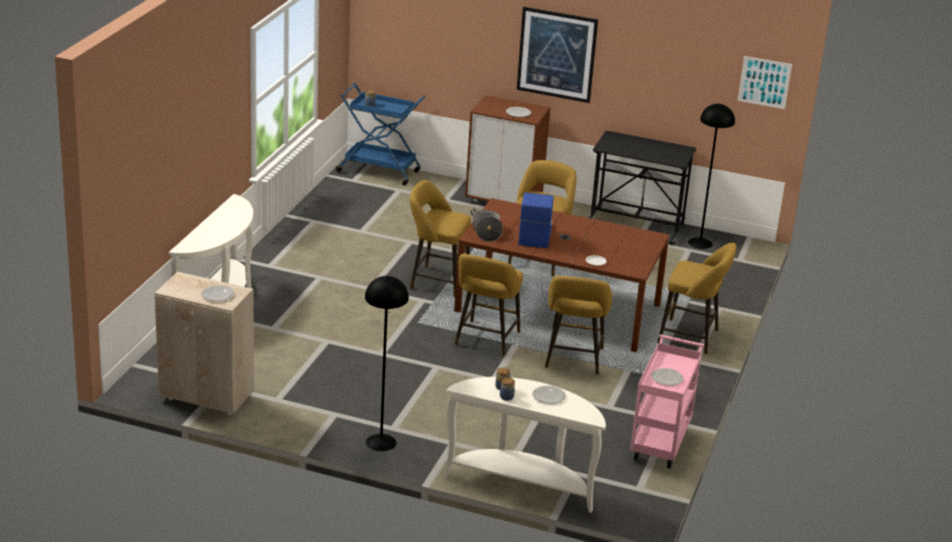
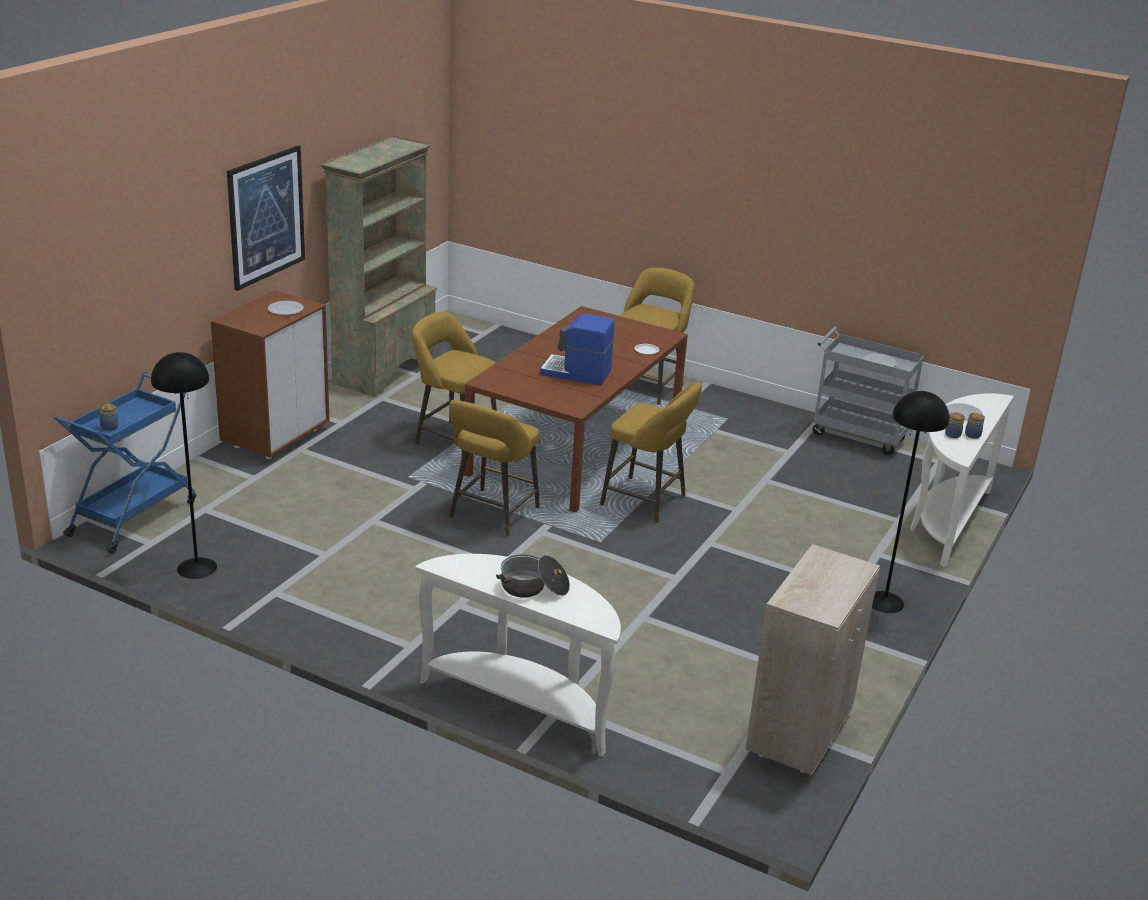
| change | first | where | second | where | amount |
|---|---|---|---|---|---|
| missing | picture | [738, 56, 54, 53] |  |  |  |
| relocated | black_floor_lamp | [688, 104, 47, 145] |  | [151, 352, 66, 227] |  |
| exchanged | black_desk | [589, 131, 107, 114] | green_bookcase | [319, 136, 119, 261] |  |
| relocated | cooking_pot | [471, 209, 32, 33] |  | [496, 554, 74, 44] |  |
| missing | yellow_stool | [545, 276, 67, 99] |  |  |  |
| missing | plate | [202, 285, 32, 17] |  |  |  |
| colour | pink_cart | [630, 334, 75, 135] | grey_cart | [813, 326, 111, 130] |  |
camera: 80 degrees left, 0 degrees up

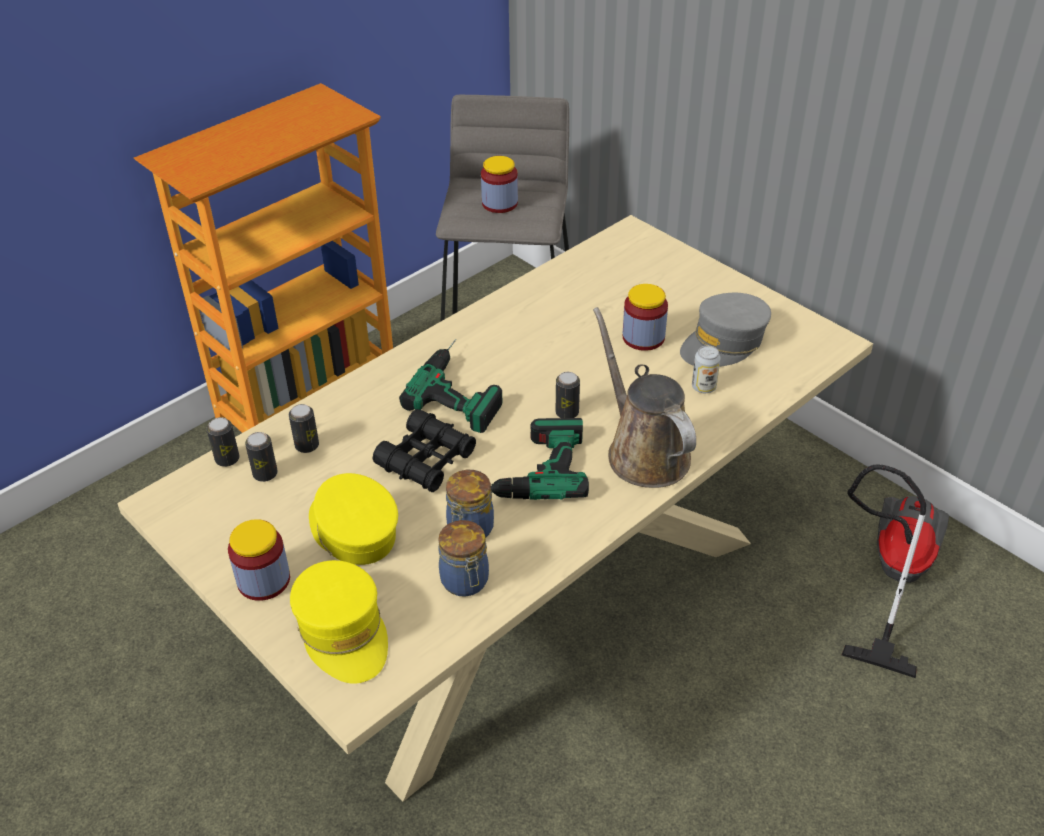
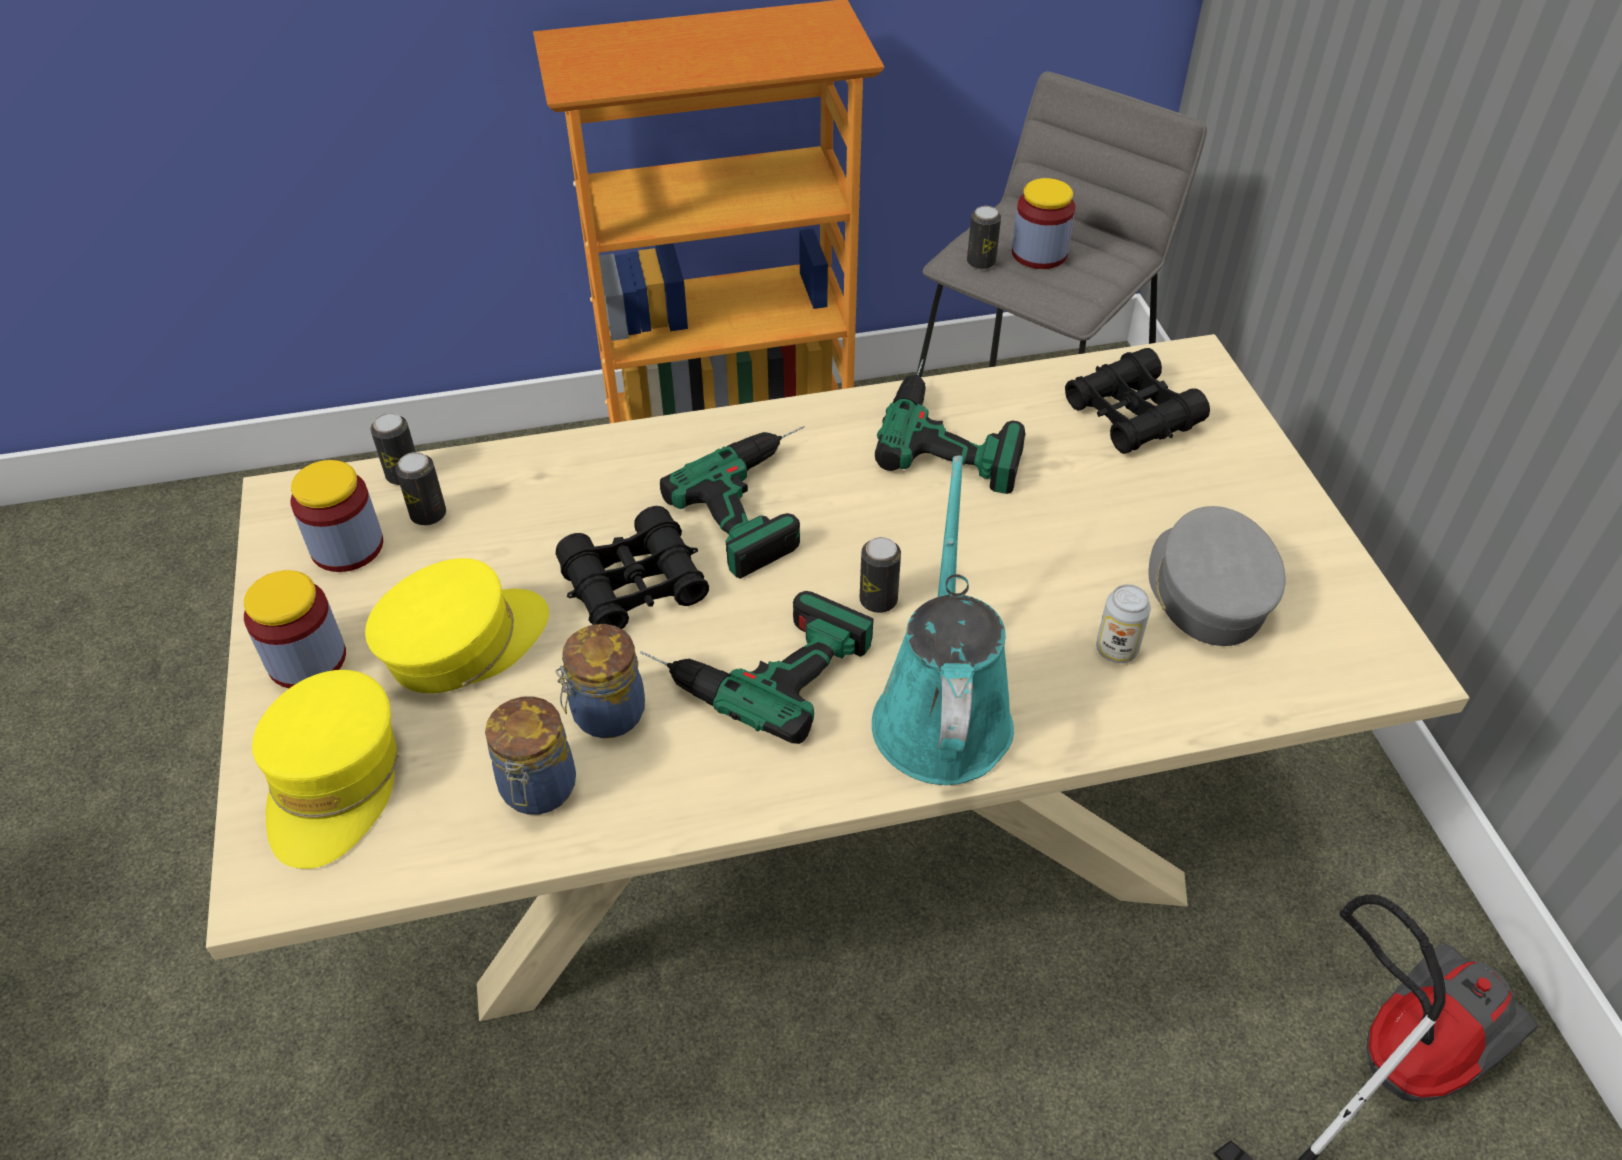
| change | first | where | second | where | amount |
|---|---|---|---|---|---|
| relocated | jar | [623, 284, 45, 67] |  | [290, 460, 93, 112] |  |
| spun | grey_cap | [680, 293, 91, 74] |  | [1148, 506, 138, 140] | 90 degrees clockwise |
| colour | brown_watering_can | [593, 307, 103, 181] | turquoise_watering_can | [872, 456, 142, 329] |  |
| relocated | can | [289, 404, 30, 49] |  | [967, 206, 34, 63] |  |
| spun | yellow_cap | [309, 473, 89, 92] |  | [365, 558, 184, 135] | 60 degrees clockwise |
| appeared |  |  | black_binoculars | [1065, 348, 145, 106] |  |
| appeared |  |  | power_drill | [875, 359, 151, 135] |  |
camera: 30 degrees right, 5 degrees up

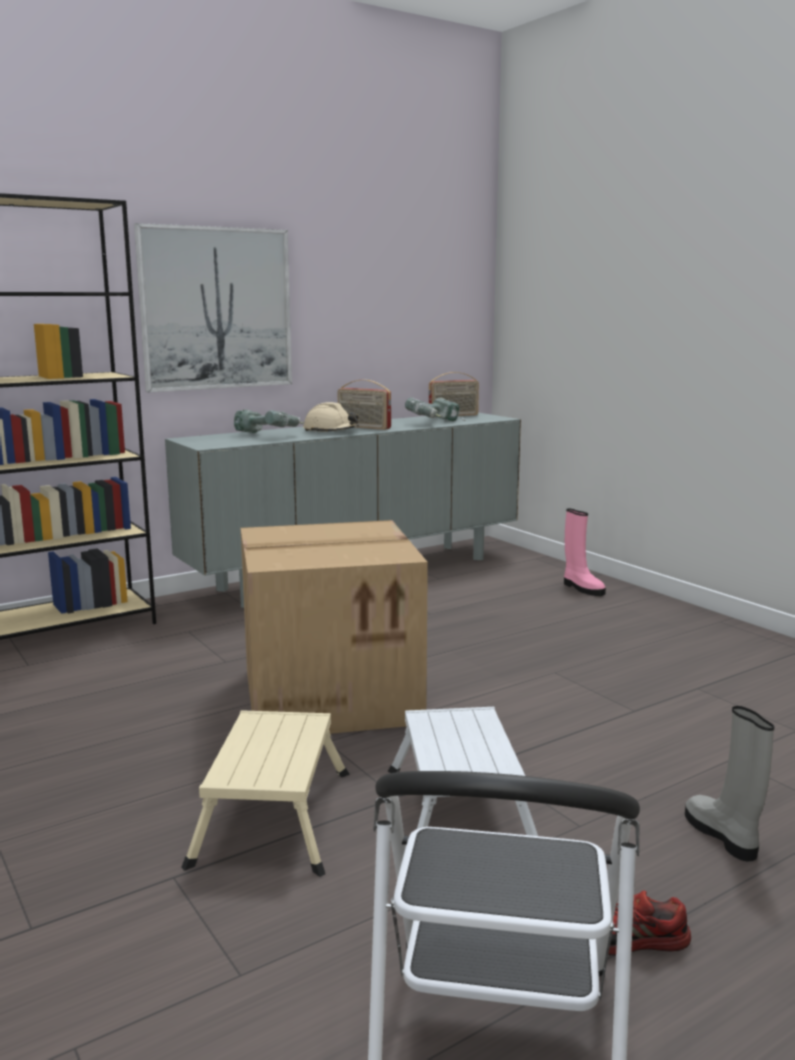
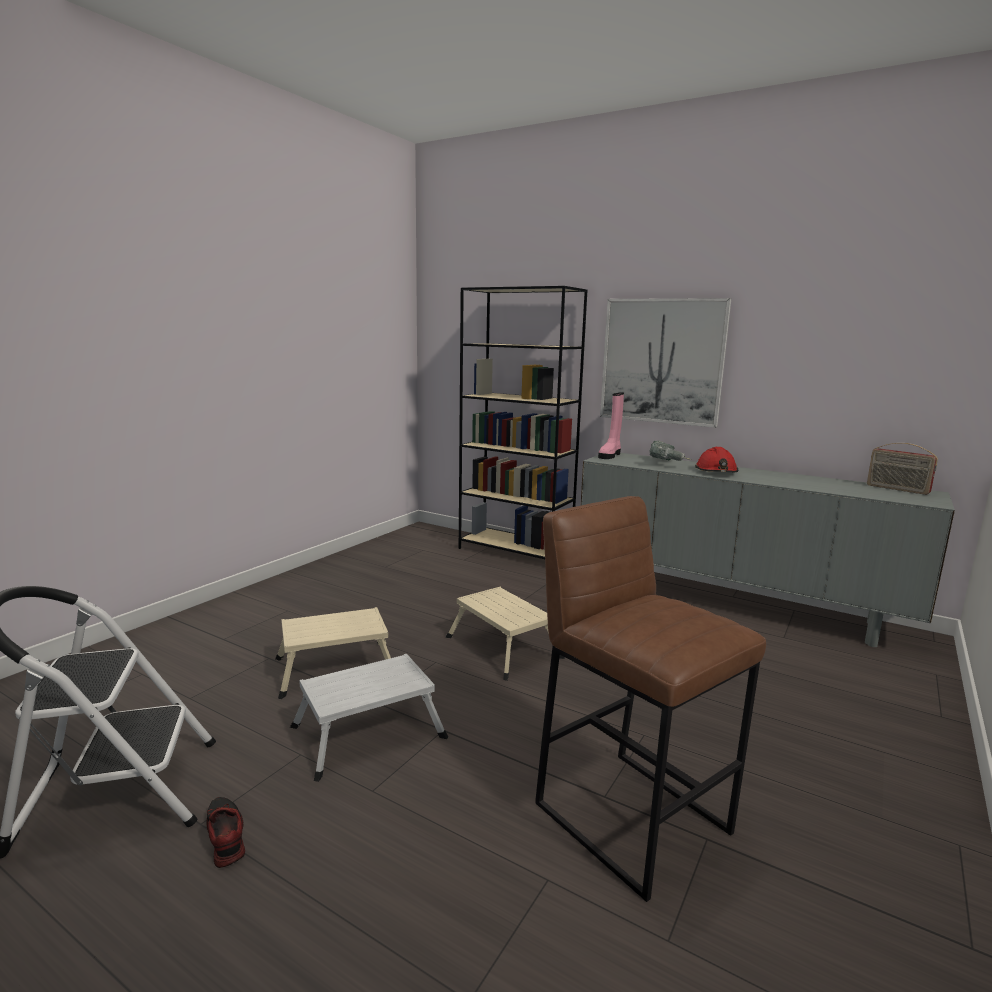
| change | first | where | second | where | amount |
|---|---|---|---|---|---|
| missing | radio | [338, 380, 53, 50] |  |  |  |
| missing | power_drill | [405, 397, 60, 24] |  |  |  |
| colour | beige_hard_hat | [303, 402, 56, 31] | red_hard_hat | [695, 447, 43, 25] |  |
| relocated | pink_boot | [564, 508, 42, 88] |  | [598, 393, 26, 66] |  |
| exchanged | cardboard_box | [241, 520, 187, 214] | beige_step_ladder | [445, 587, 120, 94] |  |
| missing | grey_boot | [685, 706, 89, 155] |  |  |  |
| appeared |  |  | brown_stool | [535, 496, 231, 406] |  |
camera: 65 degrees right, 0 degrees up

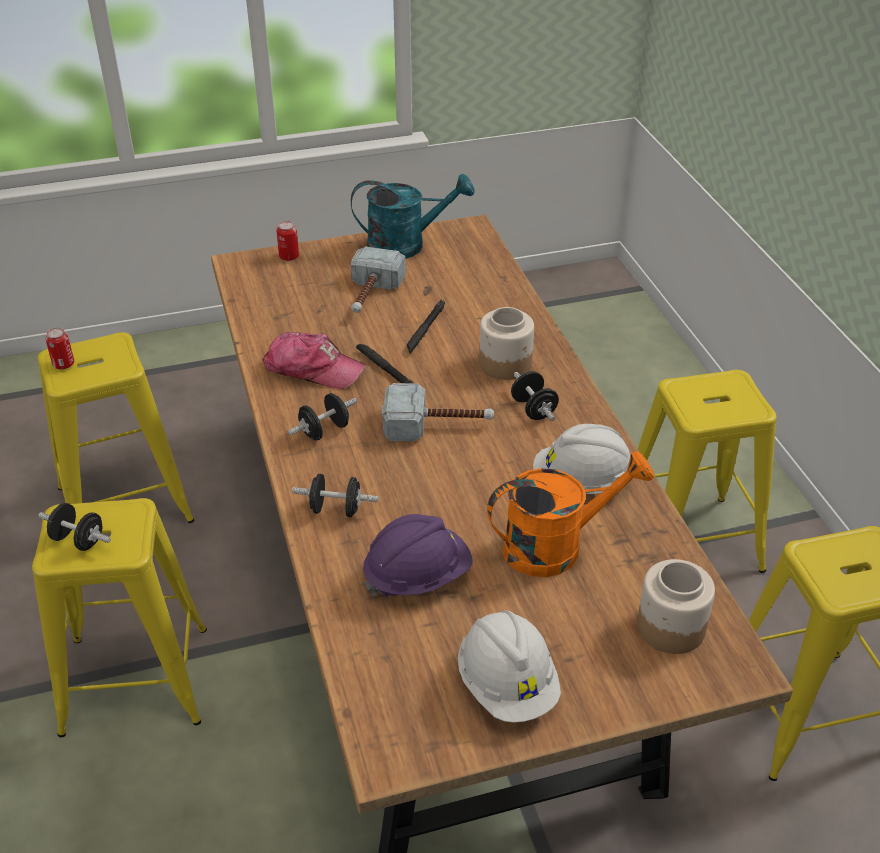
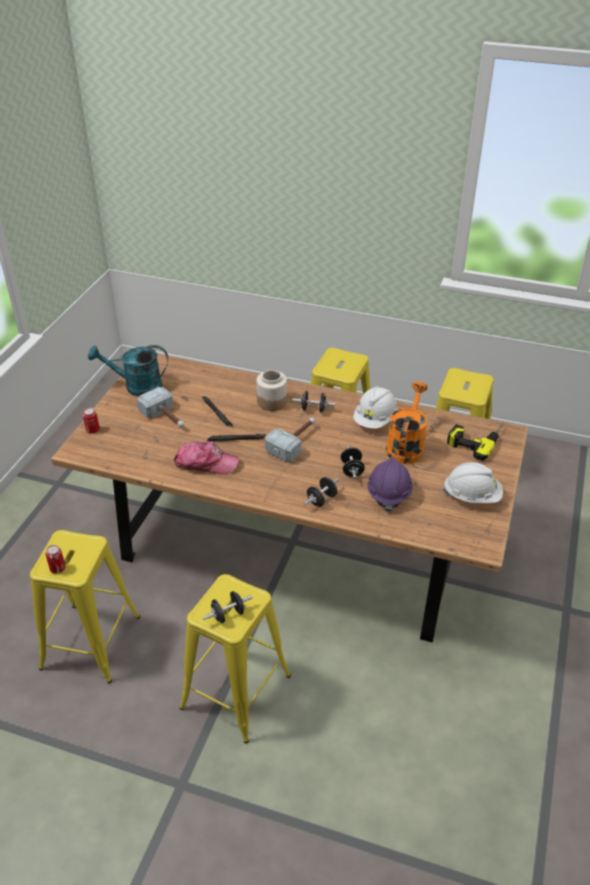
| change | first | where | second | where | amount |
|---|---|---|---|---|---|
| spun | turquoise_watering_can | [351, 173, 123, 86] |  | [88, 345, 80, 51] | 120 degrees counterclockwise |
| spun | cap | [263, 332, 103, 57] |  | [174, 441, 65, 33] | 45 degrees clockwise |
| relocated | black_dumbbell | [288, 393, 69, 48] |  | [341, 446, 24, 33] |  |
| exchanged | jar | [637, 559, 78, 95] | power_drill | [447, 423, 57, 38] |  |
camera: 55 degrees left, 0 degrees up

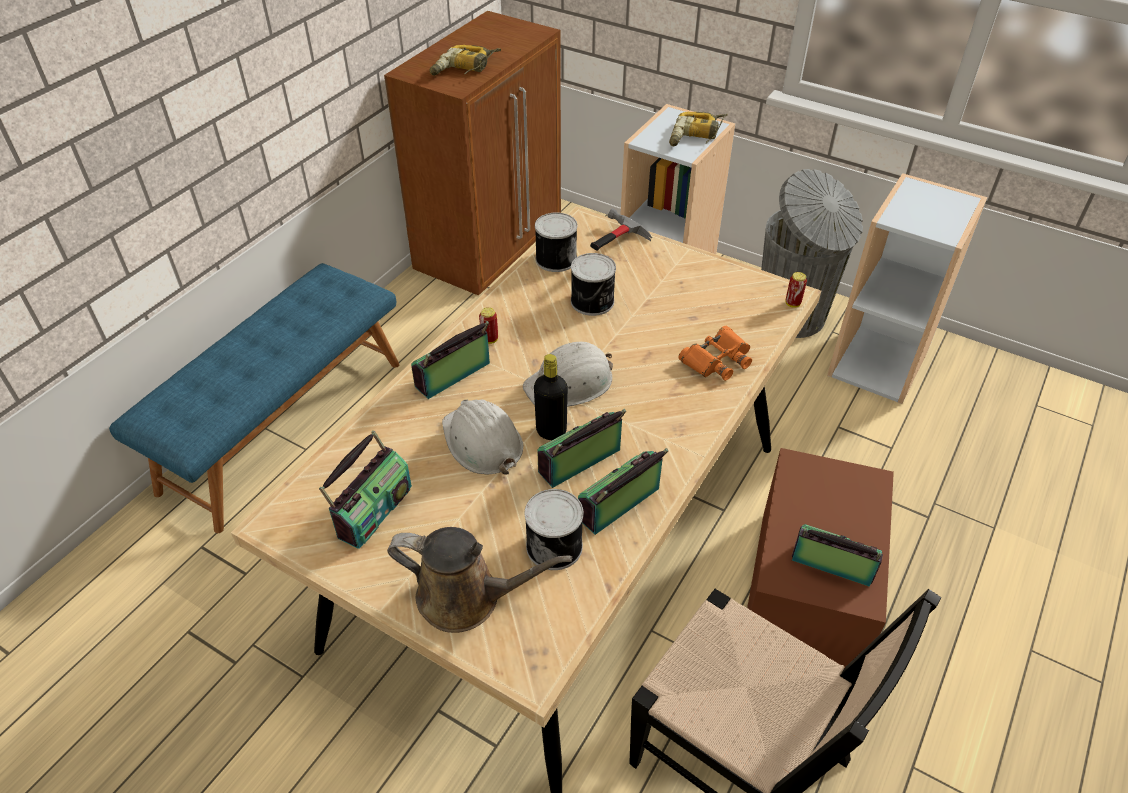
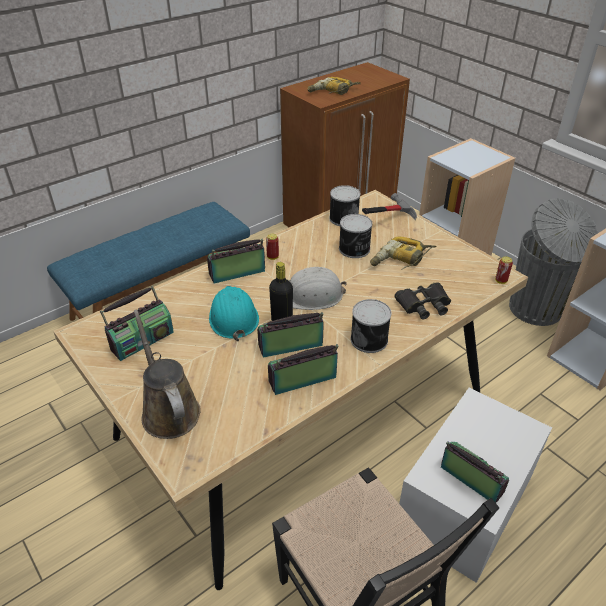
| change | first | where | second | where | amount |
|---|---|---|---|---|---|
| relocated | power_drill | [669, 112, 59, 34] |  | [370, 237, 66, 33] |  |
| colour | orange_binoculars | [678, 326, 74, 55] | black_binoculars | [394, 282, 57, 38] |  |
| colour | white_hard_hat | [442, 400, 81, 75] | turquoise_hard_hat | [209, 286, 50, 55] |  |
| colour | brown_storage_box | [747, 448, 147, 220] | white_storage_box | [399, 388, 153, 195] |  |
| relocated | can | [525, 489, 58, 81] |  | [351, 299, 40, 54] |  |
| spun | brown_watering_can | [387, 527, 185, 106] |  | [134, 310, 67, 129] | 150 degrees counterclockwise |
camera: 20 degrees right, 5 degrees down

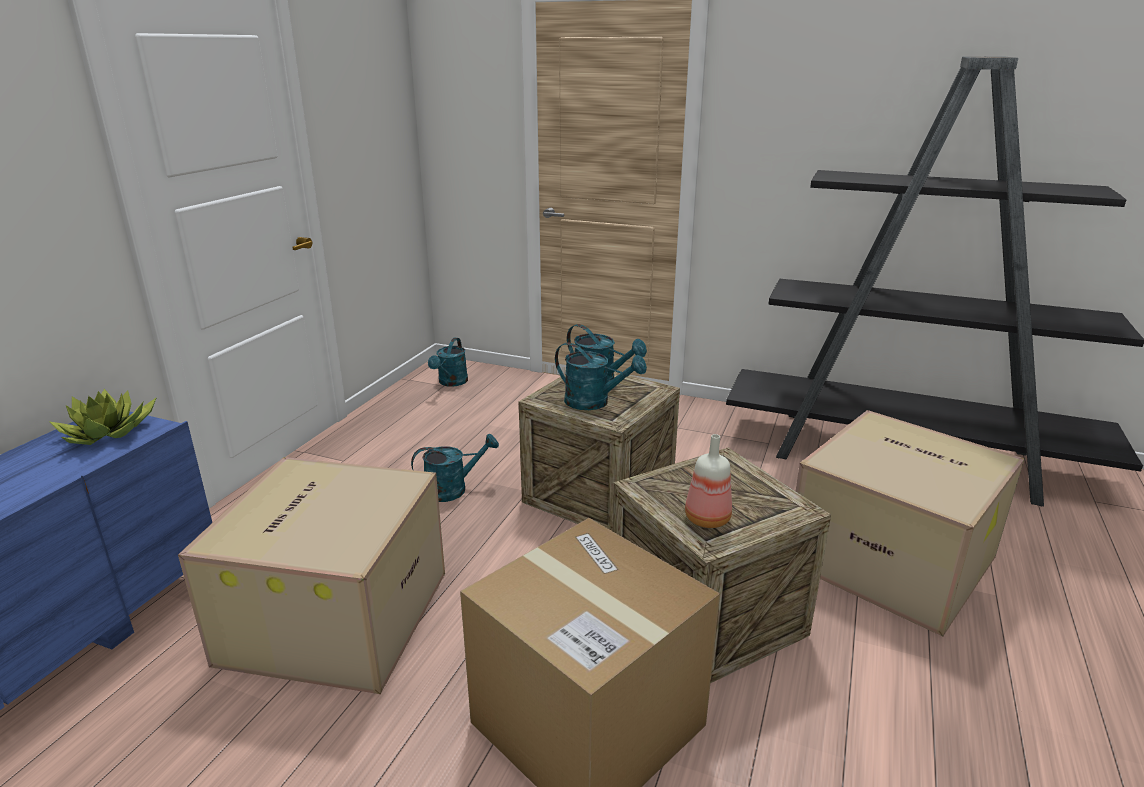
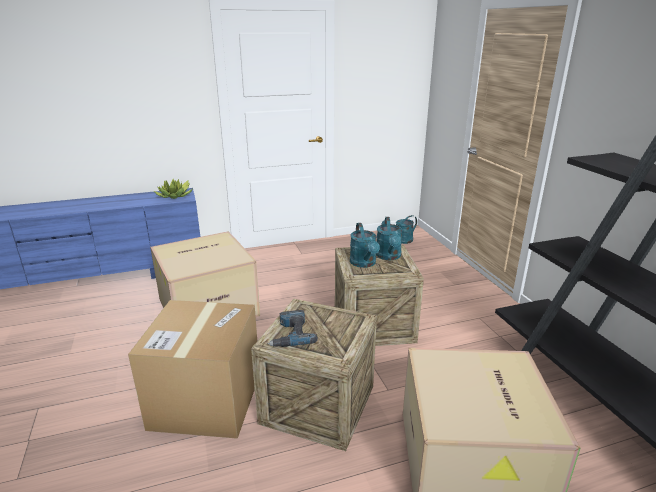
| change | first | where | second | where | amount |
|---|---|---|---|---|---|
| missing | turquoise_watering_can | [411, 434, 88, 68] |  |  |  |
| exchanged | bottle | [685, 434, 47, 94] | power_drill | [268, 310, 50, 37] |  |
camera: 50 degrees right, 0 degrees up

